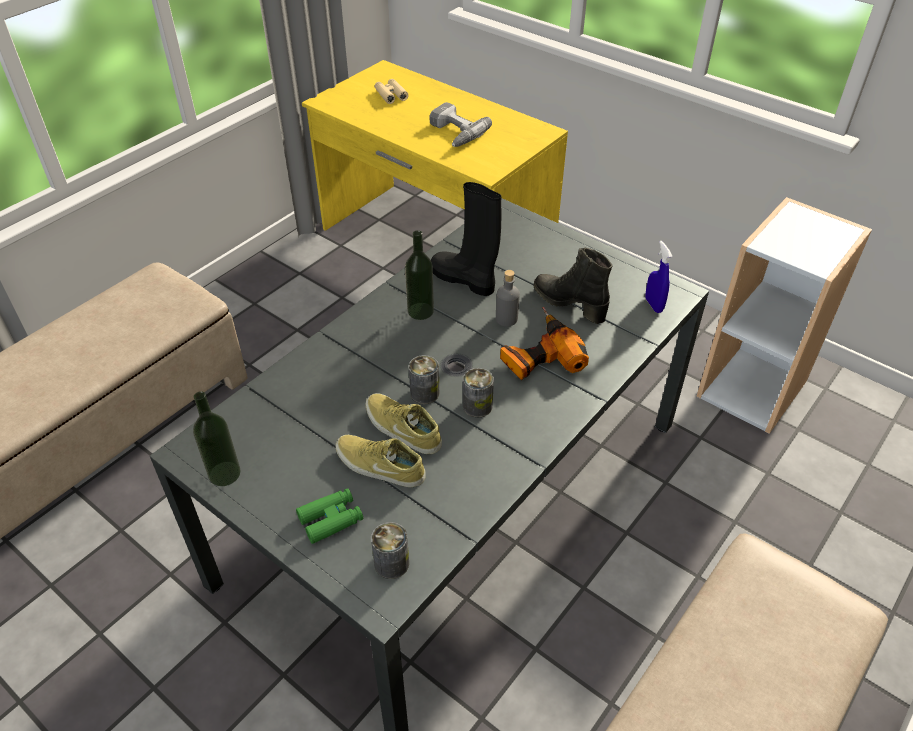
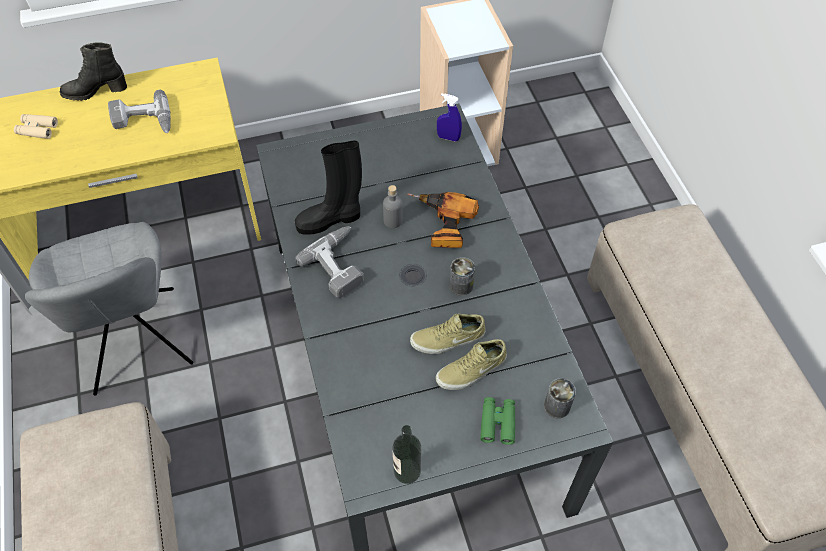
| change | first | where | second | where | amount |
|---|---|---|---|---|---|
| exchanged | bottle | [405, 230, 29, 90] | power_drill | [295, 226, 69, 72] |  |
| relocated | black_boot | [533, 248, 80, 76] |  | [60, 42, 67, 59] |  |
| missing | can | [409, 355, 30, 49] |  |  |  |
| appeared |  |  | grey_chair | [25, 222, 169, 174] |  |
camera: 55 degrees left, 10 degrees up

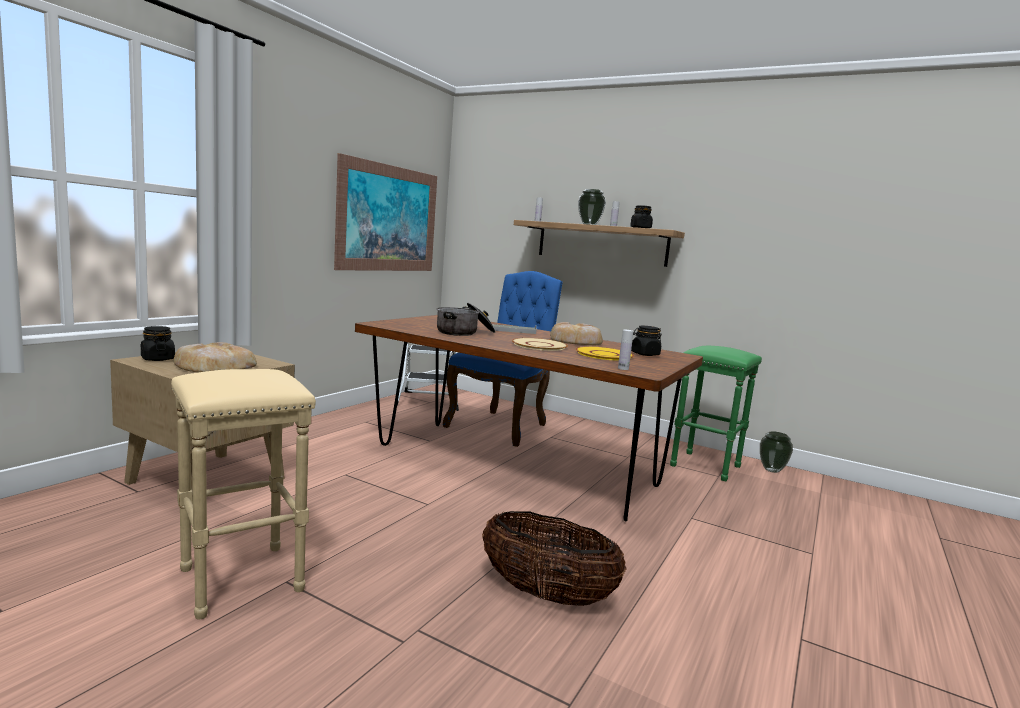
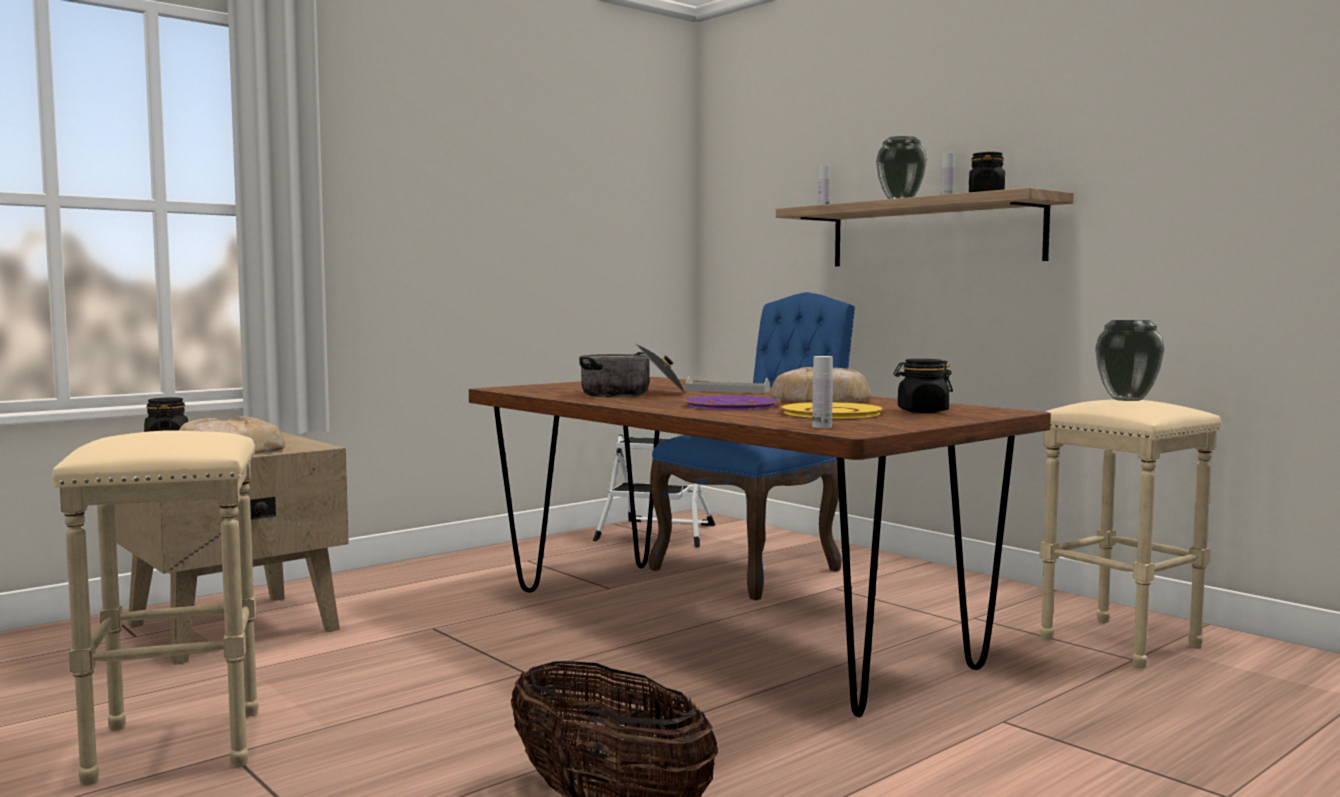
| change | first | where | second | where | amount |
|---|---|---|---|---|---|
| missing | picture | [334, 153, 103, 118] |  |  |  |
| colour | beige_plate | [512, 338, 56, 13] | purple_plate | [682, 395, 99, 15] |  |
| colour | green_stool | [670, 346, 92, 135] | beige_stool | [1040, 399, 181, 269] |  |
| relocated | vase | [760, 431, 33, 42] |  | [1095, 320, 70, 81] |  |
camera: 20 degrees right, 5 degrees down

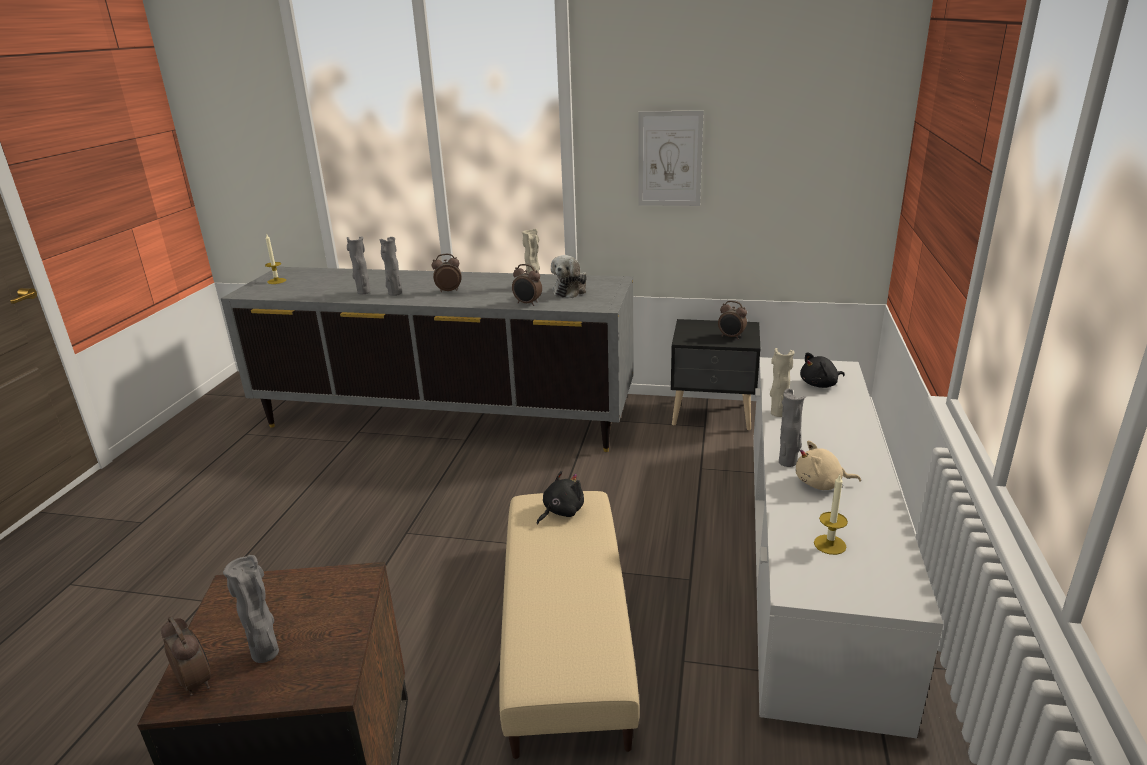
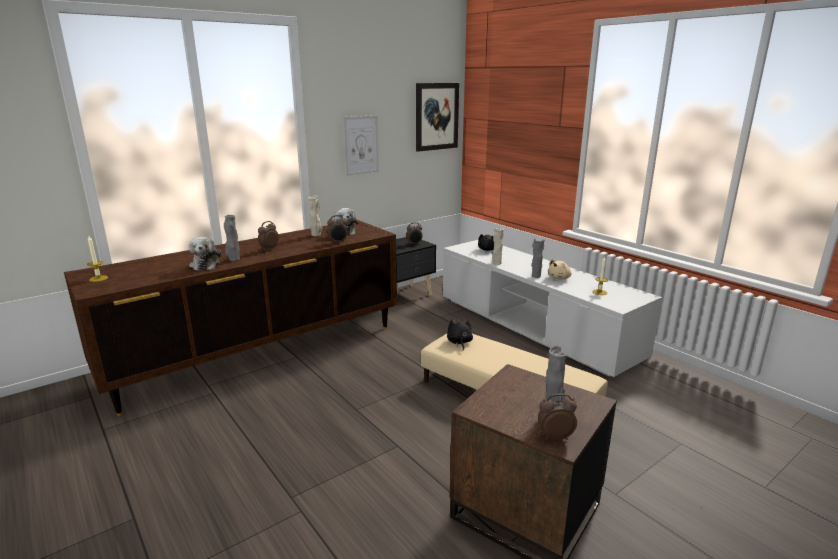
| change | first | where | second | where | amount |
|---|---|---|---|---|---|
| exchanged | grey_vase | [347, 236, 23, 58] | plush_toy | [189, 237, 32, 34] |  |
| colour | grey_cabinet | [221, 266, 412, 186] | brown_cabinet | [64, 220, 333, 196] |  |
| appeared |  |  | picture | [416, 83, 43, 69] |  |
camera: 50 degrees left, 5 degrees down

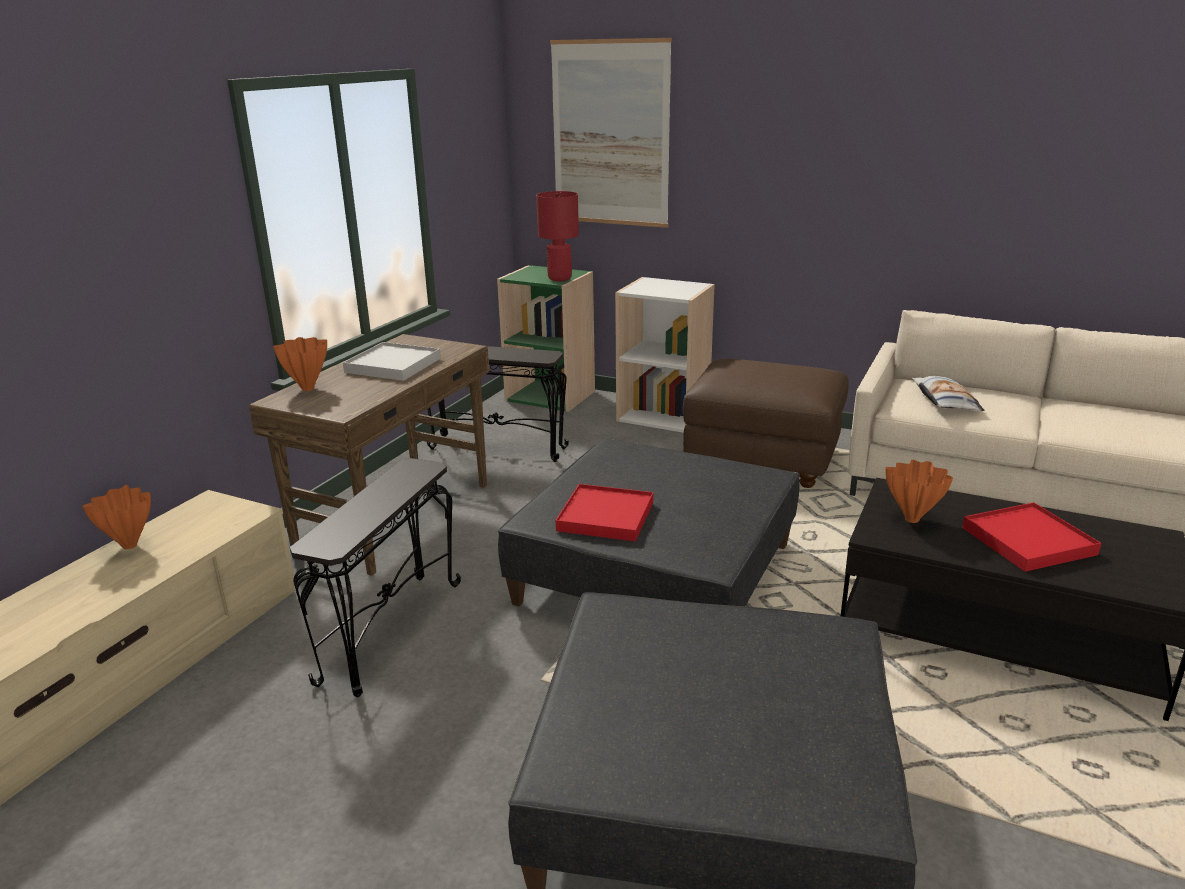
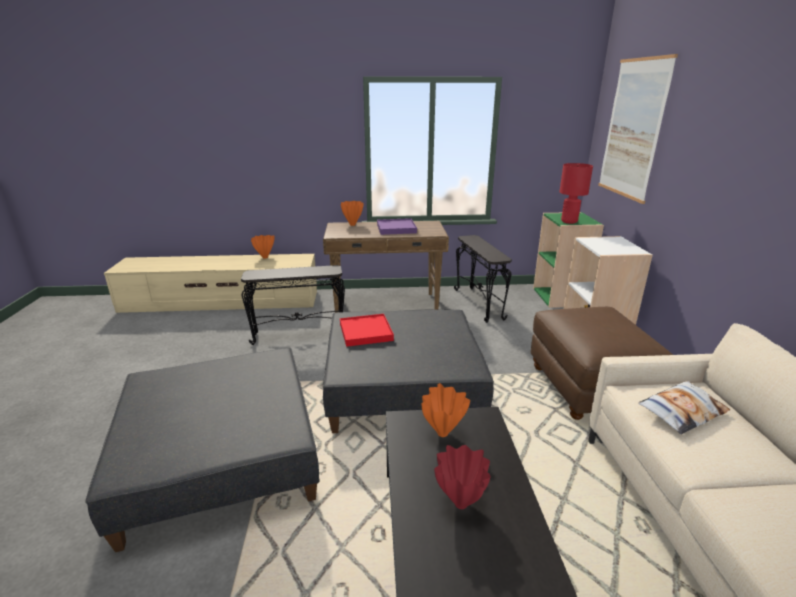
| change | first | where | second | where | amount |
|---|---|---|---|---|---|
| colour | white_tray | [343, 342, 98, 39] | purple_tray | [377, 218, 40, 17] |  |
| exchanged | red_tray | [962, 502, 139, 70] | red_vase | [434, 445, 57, 64] |  |
camera: 60 degrees right, 0 degrees up

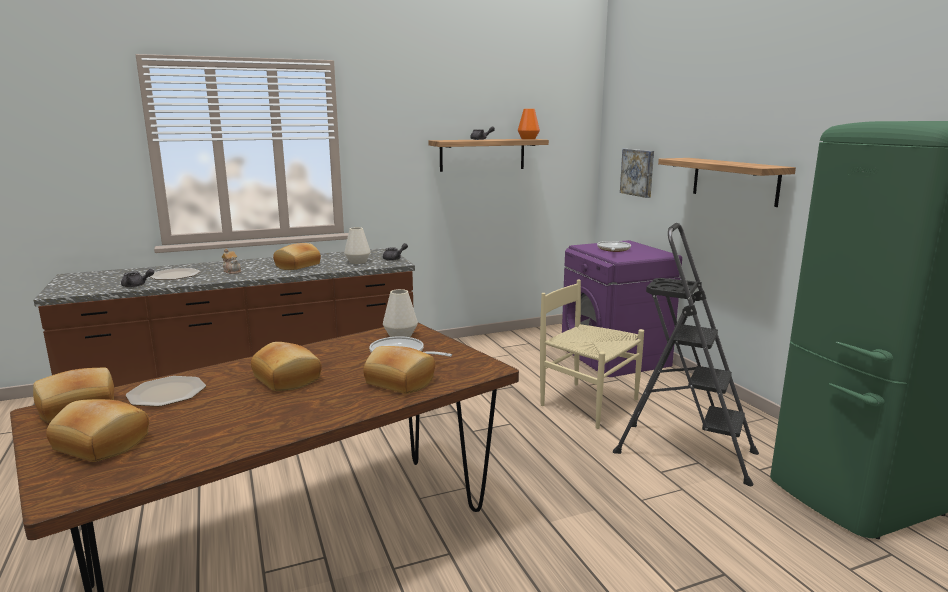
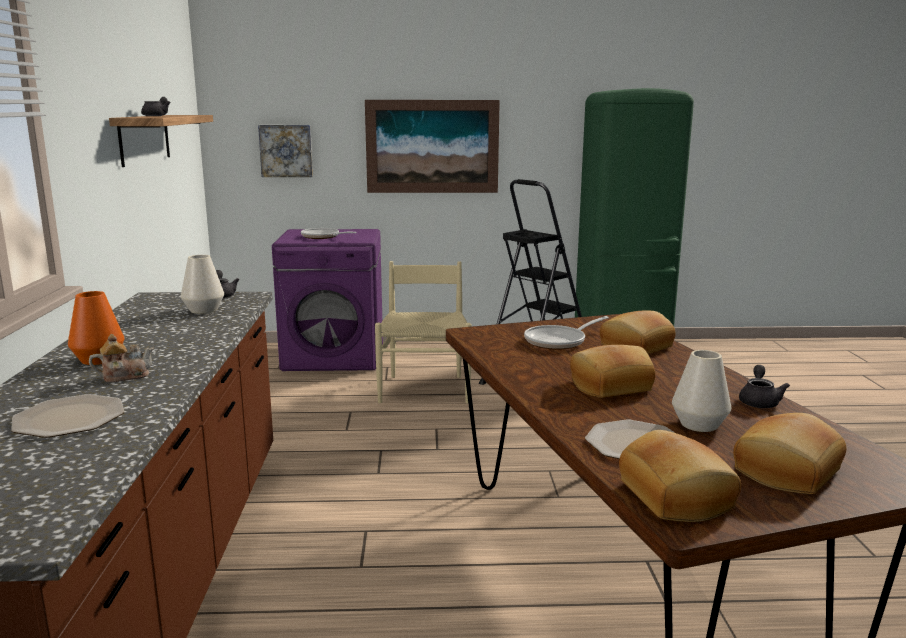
| change | first | where | second | where | amount |
|---|---|---|---|---|---|
| relocated | orange_vase | [518, 109, 22, 30] |  | [68, 291, 56, 74] |  |
| exchanged | shelf | [658, 158, 138, 49] | picture | [365, 100, 135, 93] |  |
| missing | bread | [273, 243, 48, 27] |  |  |  |
| relocated | grey_teapot | [121, 269, 33, 18] |  | [739, 365, 51, 43] |  |
| spun | beige_chair | [540, 279, 104, 150] |  | [375, 261, 97, 143] | 120 degrees clockwise |
| relocated | white_vase | [383, 289, 35, 48] |  | [672, 350, 59, 82] |  |
camera: 70 degrees left, 0 degrees up

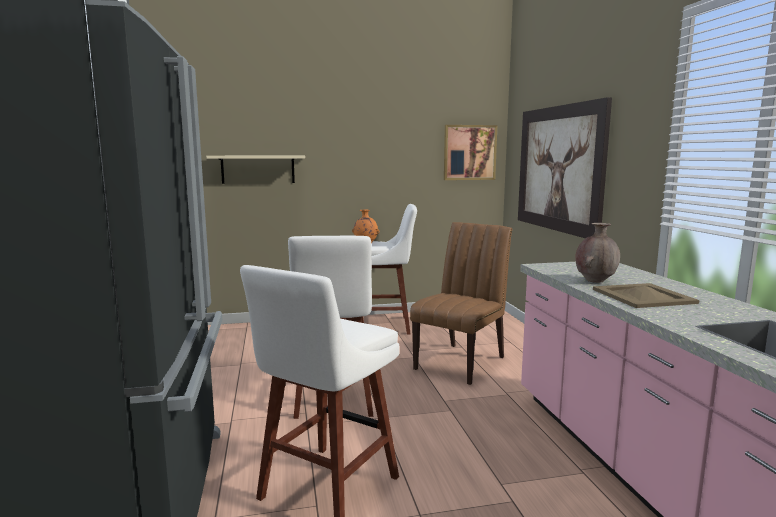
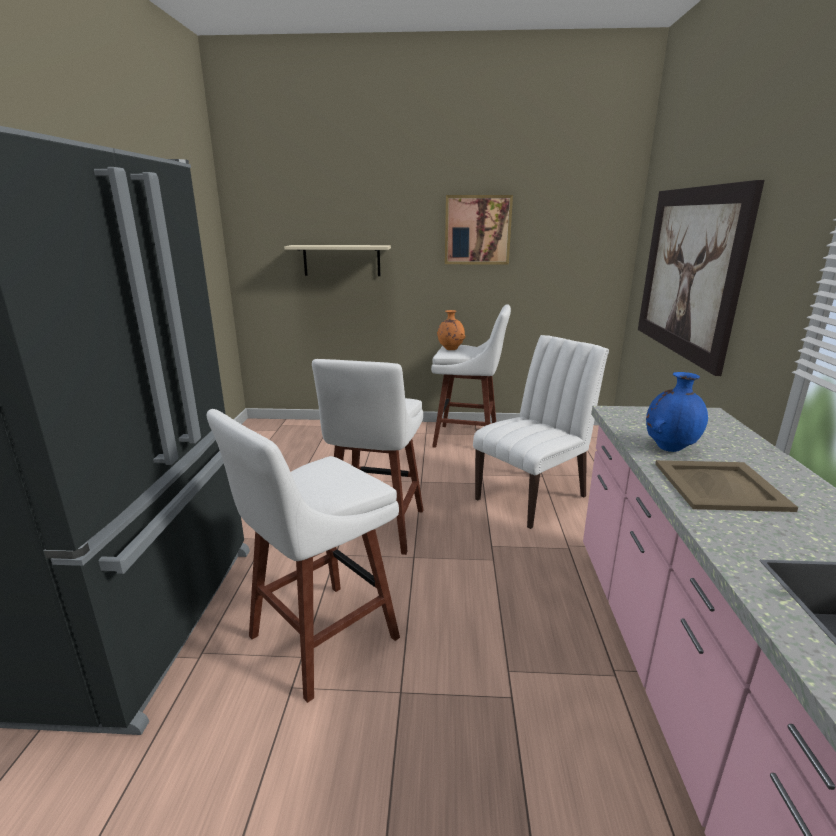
| change | first | where | second | where | amount |
|---|---|---|---|---|---|
| relocated | picture | [444, 125, 53, 55] |  | [445, 195, 68, 70] |  |
| colour | brown_chair | [410, 222, 102, 163] | white_chair | [473, 335, 136, 194] |  |
| colour | brown_vase | [575, 223, 45, 60] | blue_vase | [646, 372, 62, 80] |  |
camera: 15 degrees right, 10 degrees up

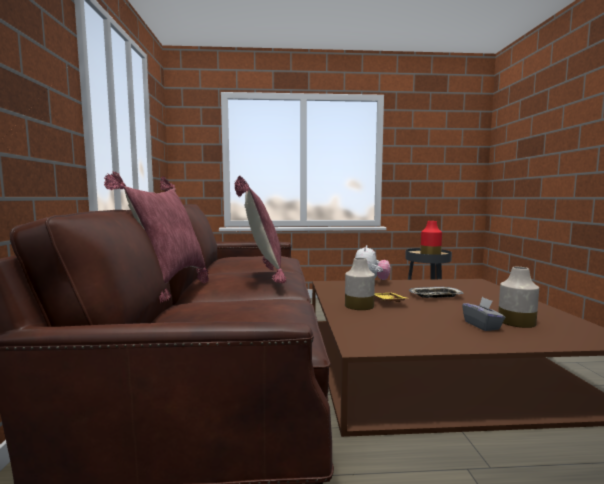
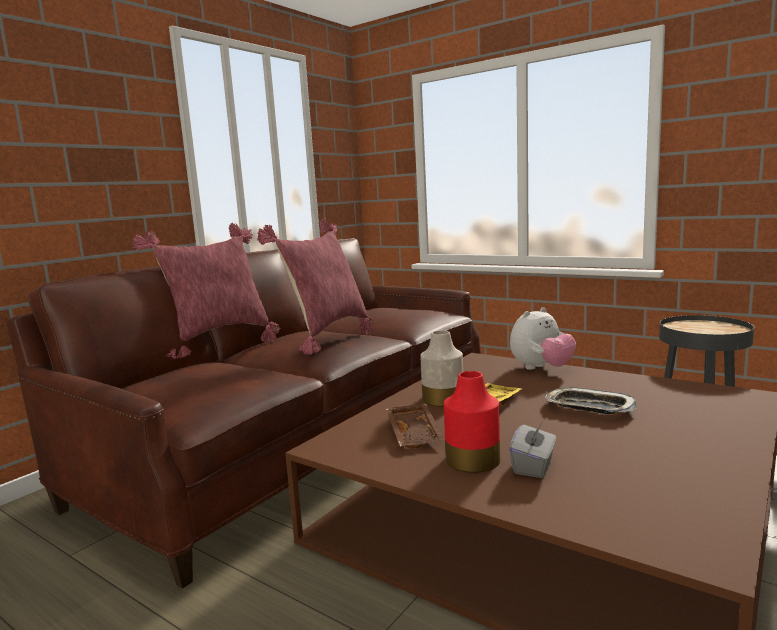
| change | first | where | second | where | amount |
|---|---|---|---|---|---|
| relocated | red_vase | [420, 221, 22, 34] |  | [444, 371, 56, 102] |  |
| missing | beige_vase | [498, 267, 41, 61] |  |  |  |
| appeared |  |  | brown_tray | [386, 404, 59, 45] |  |
camera: 40 degrees right, 5 degrees up

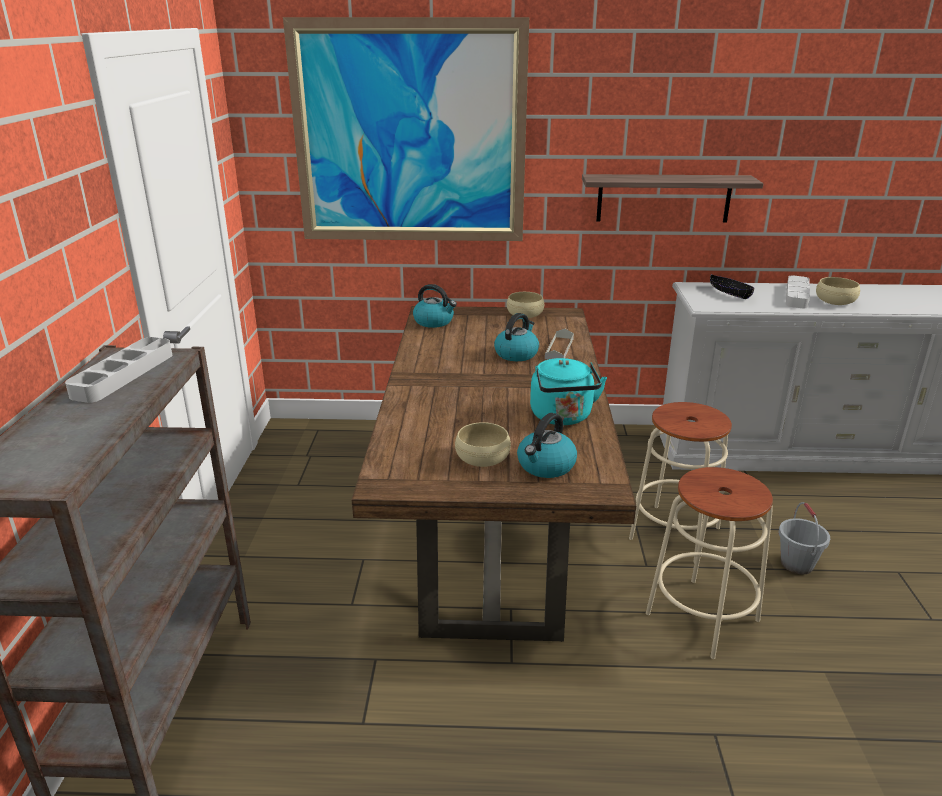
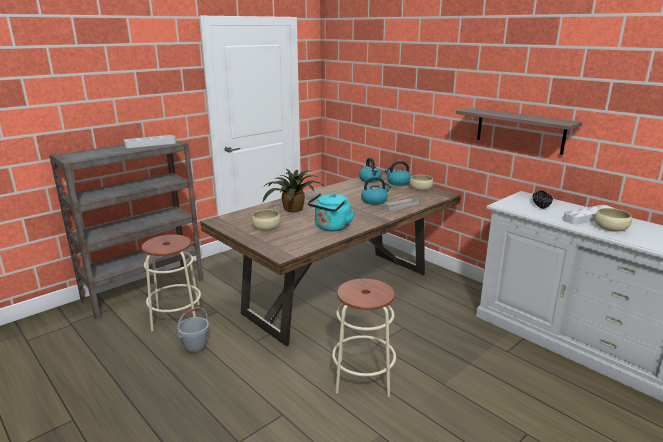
| change | first | where | second | where | amount |
|---|---|---|---|---|---|
| missing | picture | [283, 17, 246, 224] |  |  |  |
| relocated | beige_stool | [629, 402, 103, 161] |  | [142, 235, 59, 97] |  |
| relocated | kettle | [517, 413, 60, 65] |  | [384, 161, 27, 25] |  |
| relocated | grey_bucket | [779, 502, 51, 72] |  | [177, 307, 32, 46] |  |
| appeared |  |  | potted_plant | [262, 168, 59, 44] |  |
camera: 45 degrees right, 5 degrees down

